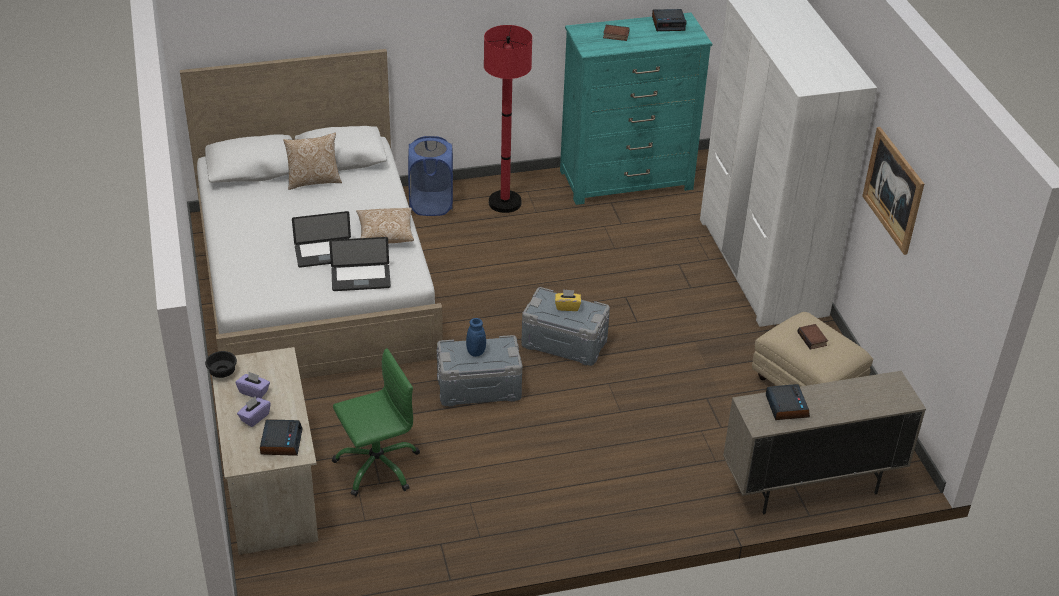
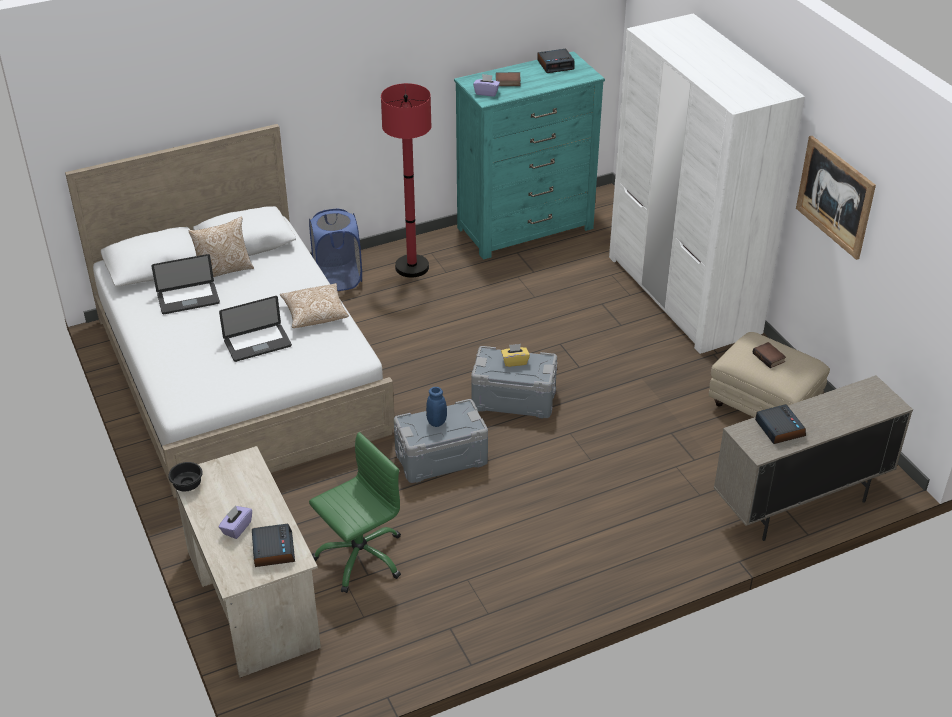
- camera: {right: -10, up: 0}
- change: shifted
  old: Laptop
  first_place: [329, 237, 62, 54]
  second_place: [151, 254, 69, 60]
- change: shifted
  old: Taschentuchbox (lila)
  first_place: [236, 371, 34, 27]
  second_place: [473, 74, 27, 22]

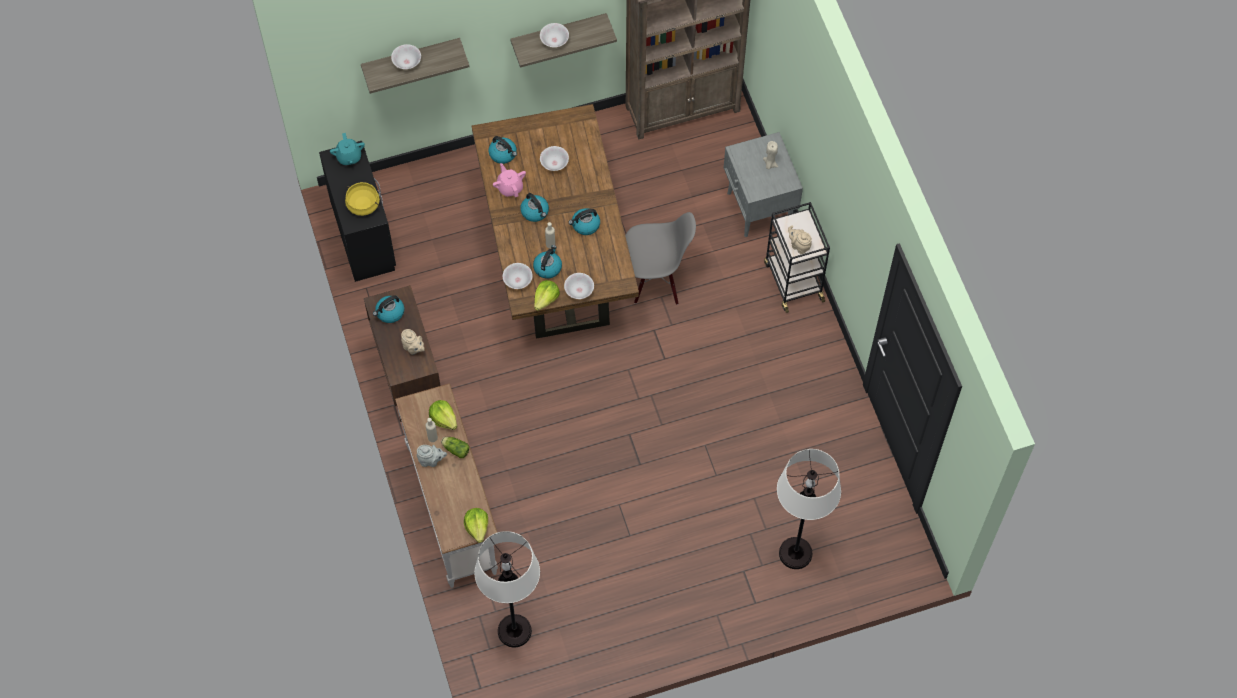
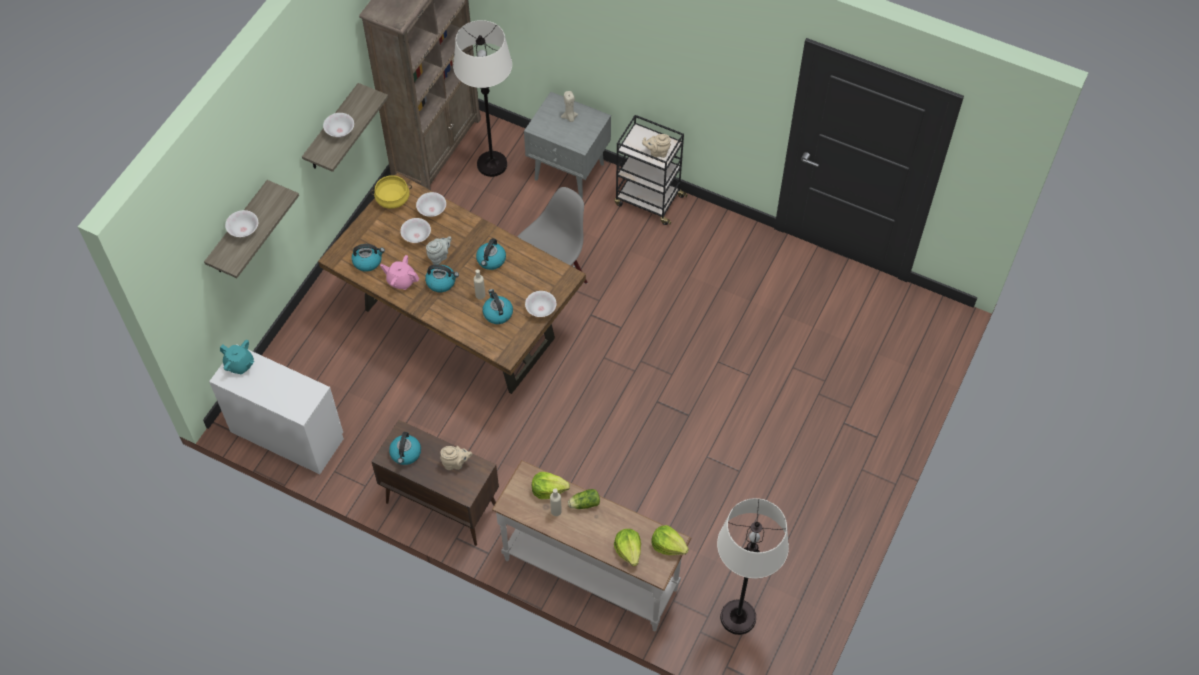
- camera: {right: -45, up: -5}
- change: repainted
  old: Kommode (schwarz)
  new: Kommode (weiß)
  first_place: [319, 141, 77, 141]
  second_place: [209, 344, 135, 130]
- change: shifted
  old: Kochtopf (gelb)
  first_place: [345, 182, 35, 34]
  second_place: [370, 175, 42, 34]
- change: shifted
  old: Schüssel (weiß)
  first_place: [503, 263, 29, 26]
  second_place: [416, 192, 30, 25]
- change: shifted
  old: Salatkopf
  first_place: [534, 280, 26, 31]
  second_place: [614, 529, 27, 37]
- change: shifted
  old: Teekanne (grau)
  first_place: [417, 445, 30, 22]
  second_place: [426, 236, 26, 29]
- change: shifted
  old: Stehlampe (weiß)
  first_place: [777, 449, 64, 120]
  second_place: [453, 20, 59, 157]

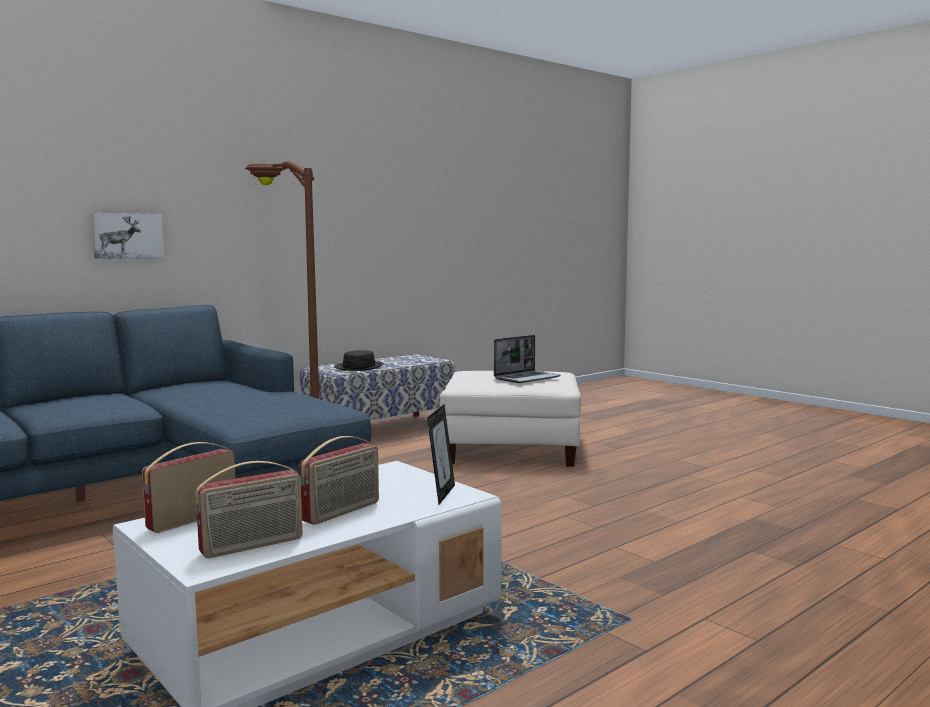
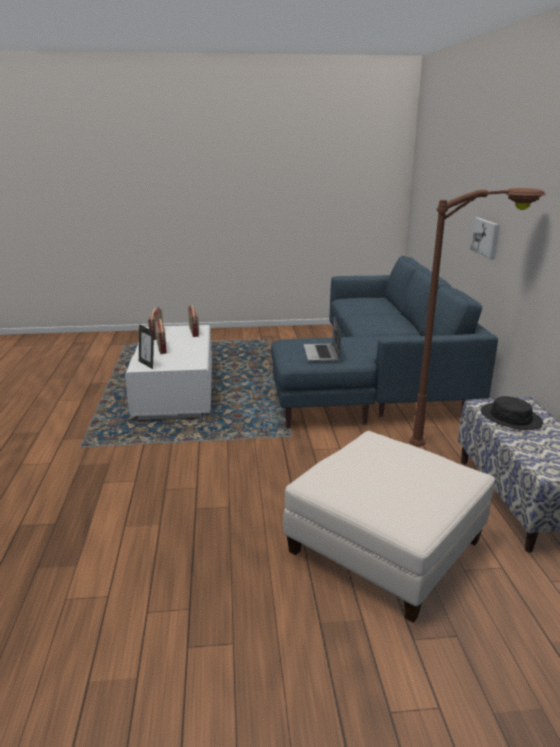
- camera: {right: 125, up: 15}
- change: shifted
  old: Laptop
  first_place: [494, 335, 67, 48]
  second_place: [303, 317, 38, 45]

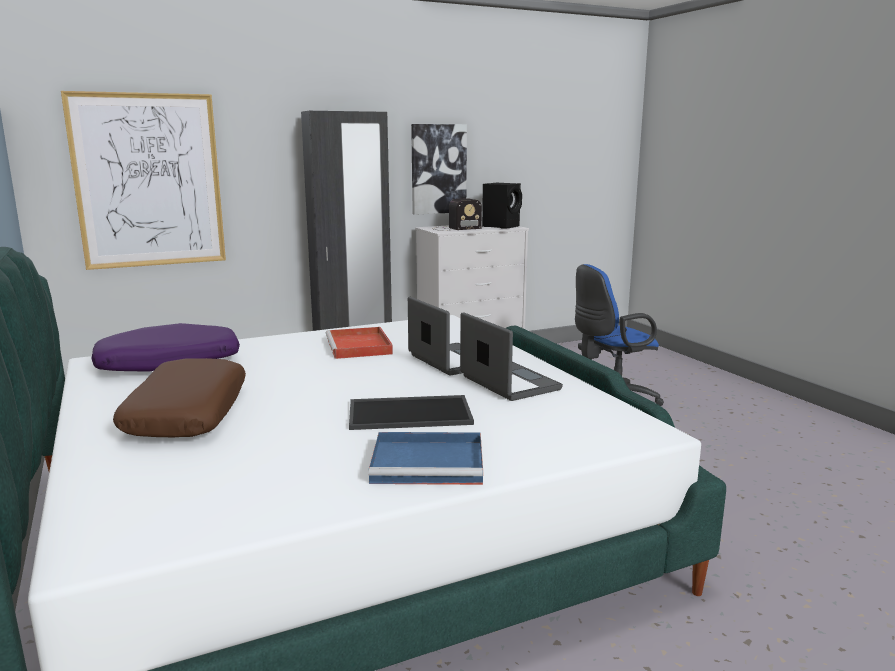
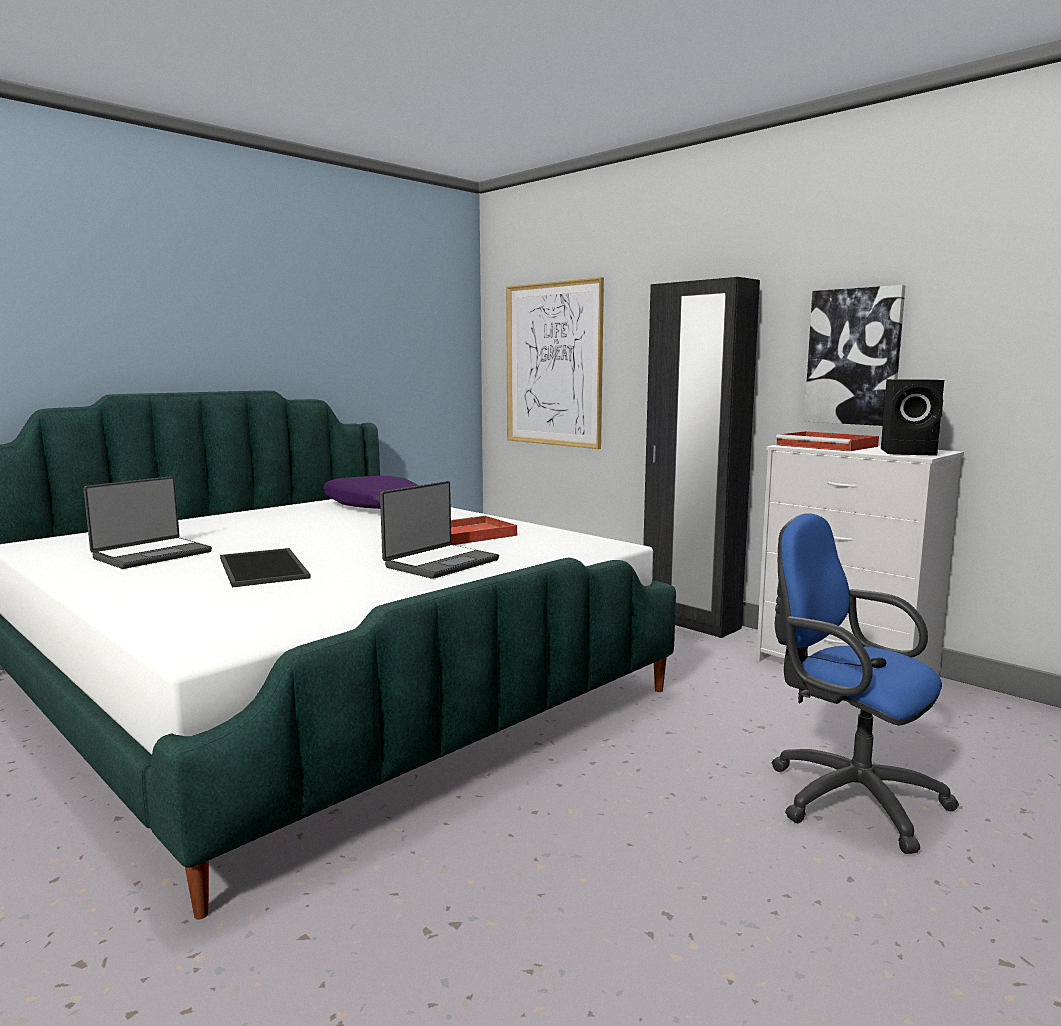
- camera: {right: 70, up: -5}
- change: swapped
  old: Radio
  new: Tablett (rot)
  first_place: [432, 198, 50, 33]
  second_place: [776, 431, 103, 20]
- change: shifted
  old: Laptop
  first_place: [460, 312, 103, 89]
  second_place: [83, 476, 129, 93]
- change: gone
  old: Kissen (braun)
  first_place: [113, 358, 133, 79]
- change: gone
  old: Tablett (blau)
  first_place: [369, 432, 114, 53]

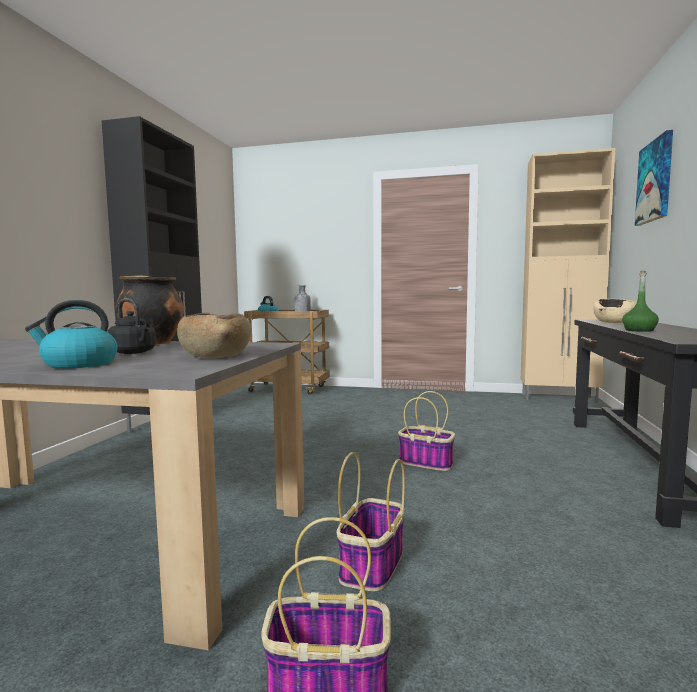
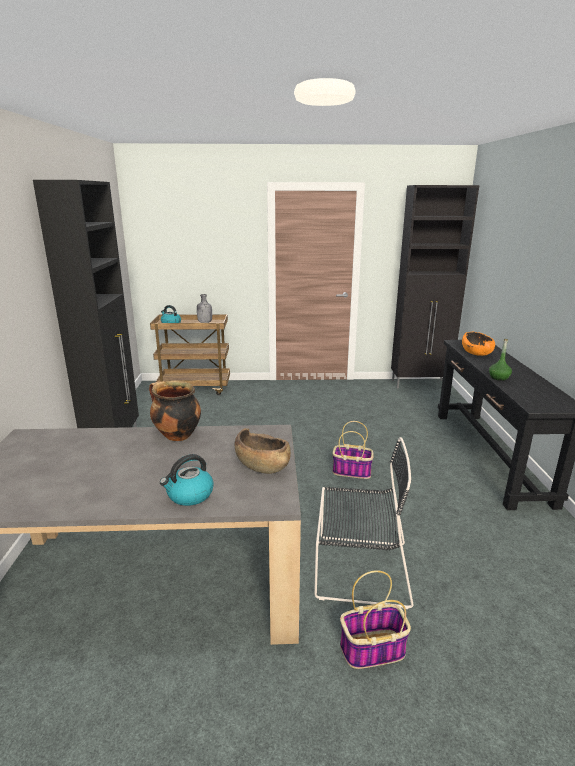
- camera: {right: -15, up: 15}
- change: gone
  old: Bild
  first_place: [635, 130, 38, 96]
- change: repainted
  old: Schrank (beige)
  new: Schrank (schwarz)
  first_place: [521, 148, 94, 255]
  second_place: [391, 185, 88, 203]
- change: gone
  old: Wasserkessel (schwarz)
  first_place: [108, 299, 48, 55]
- change: repainted
  old: Schüssel (beige)
  new: Schüssel (orange)
  first_place: [593, 299, 44, 24]
  second_place: [462, 332, 33, 24]
- change: swapped
  old: Korb
  new: Stuhl (schwarz)
  first_place: [336, 452, 69, 139]
  second_place: [314, 437, 100, 172]

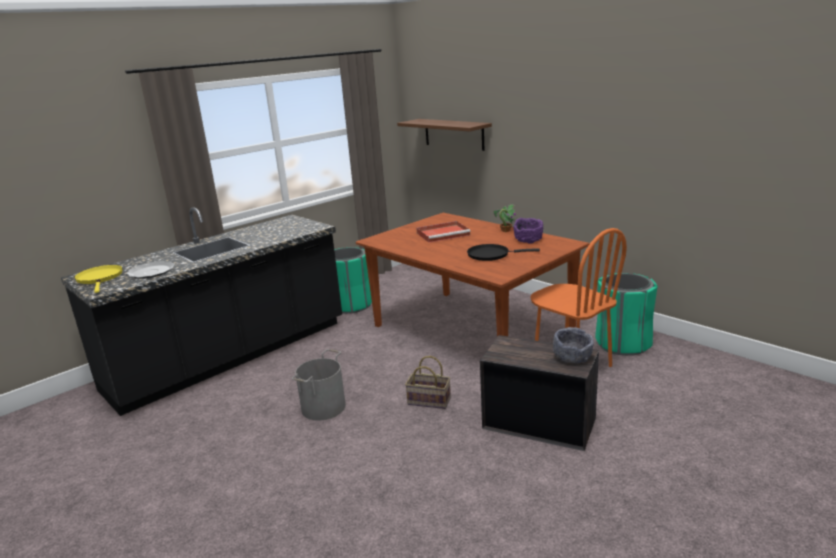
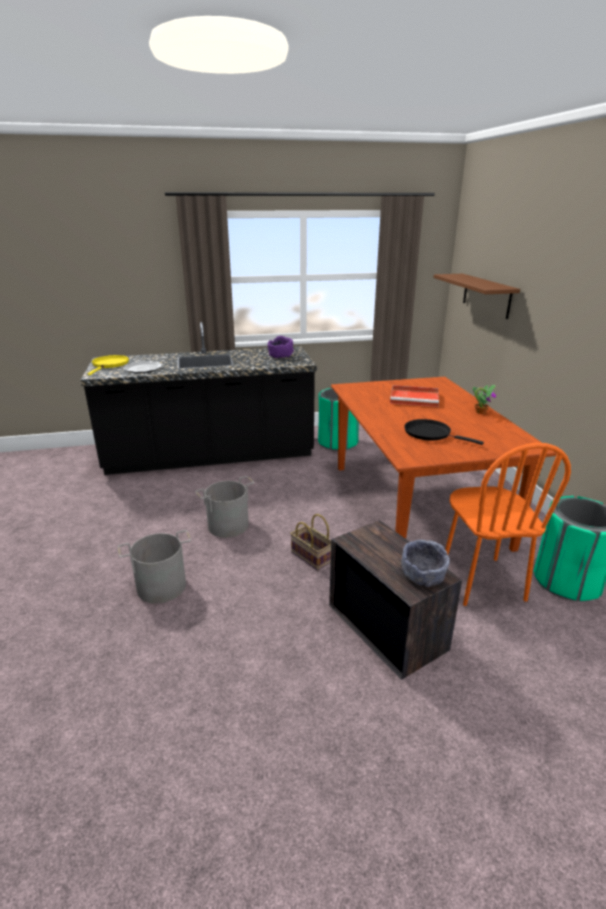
- camera: {right: 30, up: 5}
- change: shifted
  old: Schüssel (lila)
  first_place: [513, 218, 30, 25]
  second_place: [268, 336, 26, 22]
- change: new
  new: Eimer (grau)
  second_place: [118, 530, 73, 73]

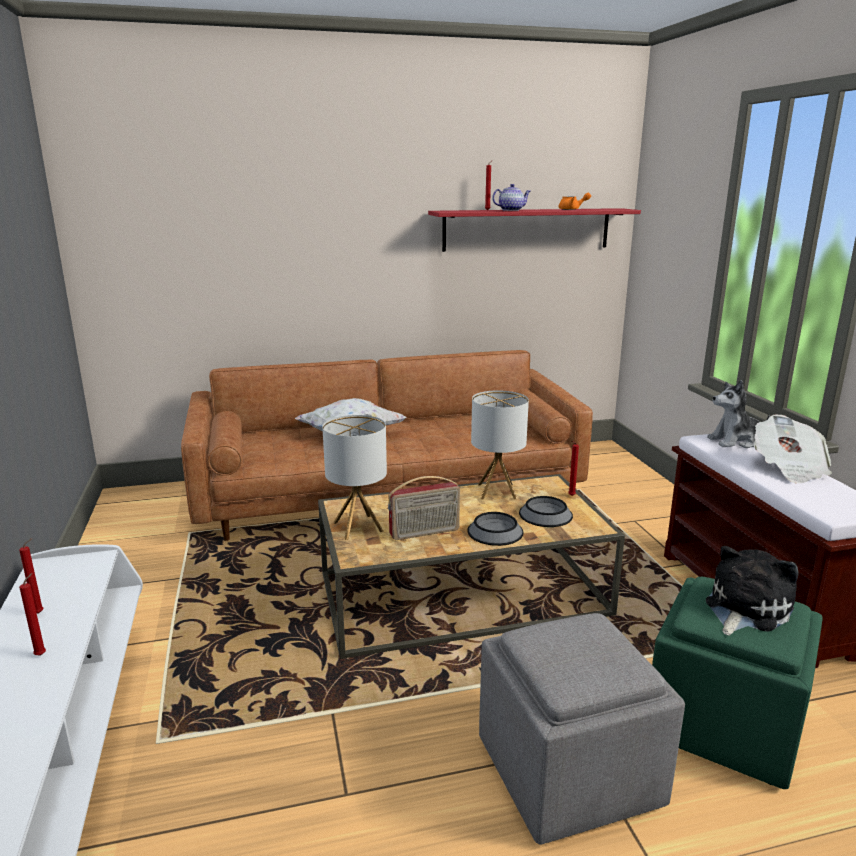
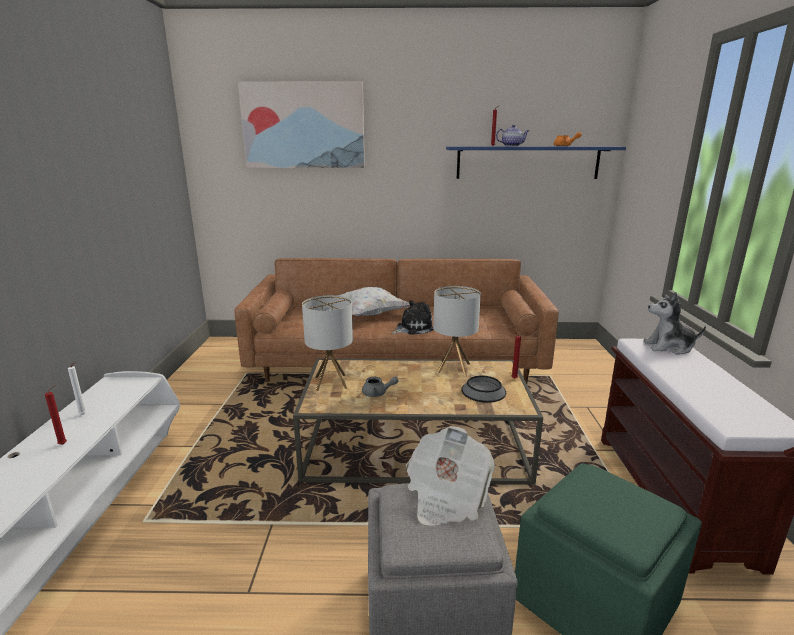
- camera: {right: 15, up: 0}
- change: repainted
  old: Wandregal (rot)
  new: Wandregal (blau)
  first_place: [428, 208, 213, 44]
  second_place: [446, 146, 180, 33]
- change: shifted
  old: Zeitung
  first_place: [754, 415, 78, 69]
  second_place: [406, 426, 89, 100]
- change: swapped
  old: Radio
  new: Teekanne (grau)
  first_place: [388, 476, 72, 64]
  second_place: [362, 377, 37, 20]
- change: gone
  old: Schüssel
  first_place: [467, 512, 57, 34]
- change: repainted
  old: Kerze (rot)
  new: Kerze (weiß)
  first_place: [19, 538, 25, 76]
  second_place: [68, 361, 19, 54]
- change: shifted
  old: Plüschtier
  first_place: [706, 546, 93, 90]
  second_place: [392, 300, 42, 35]
- change: new
  new: Bild
  second_place: [238, 81, 127, 87]

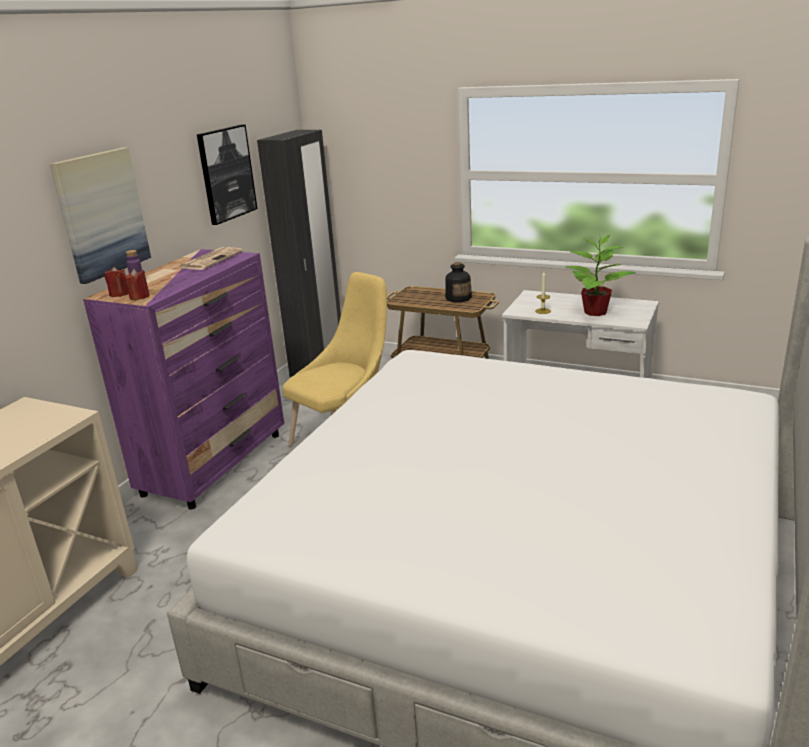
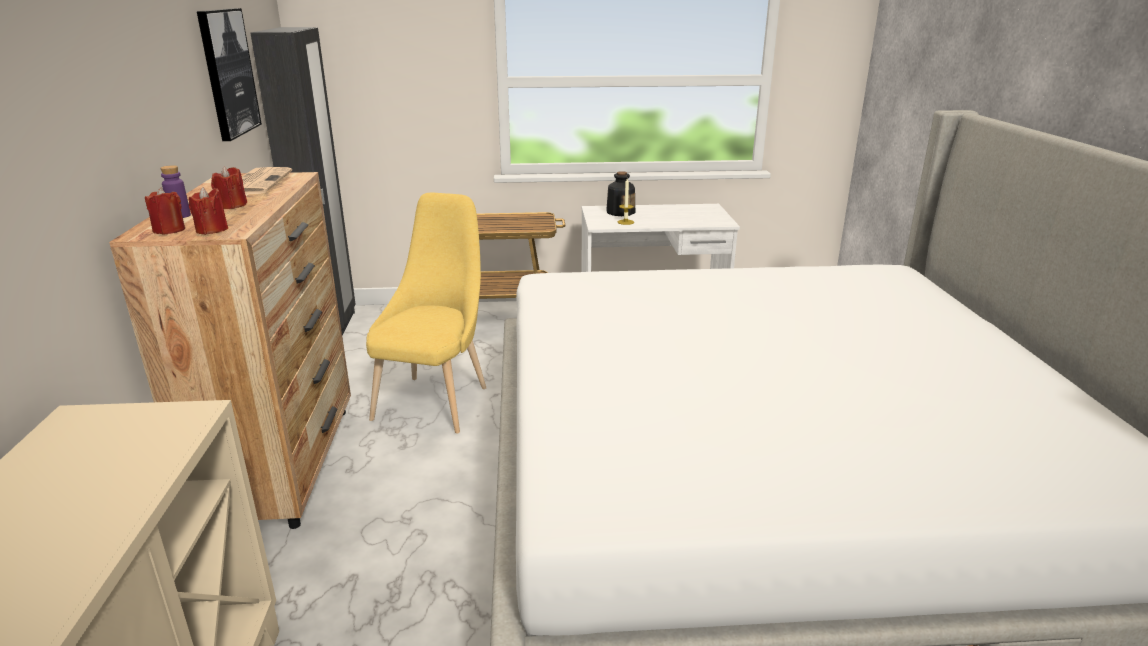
- camera: {right: -30, up: 0}
- change: gone
  old: Bild
  first_place: [50, 147, 101, 137]
- change: gone
  old: Topfpflanze
  first_place: [565, 235, 71, 81]
- change: repainted
  old: Kommode (lila)
  new: Kommode (braun)
  first_place: [83, 249, 201, 261]
  second_place: [109, 172, 242, 357]
- change: shifted
  old: Flasche
  first_place: [445, 262, 27, 40]
  second_place: [606, 171, 29, 45]
- change: new
  new: Kerze (rot)
  second_place: [211, 167, 36, 42]

